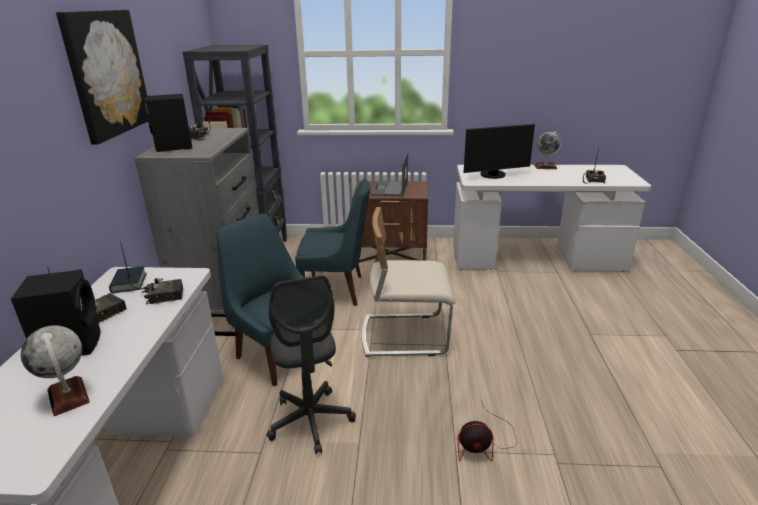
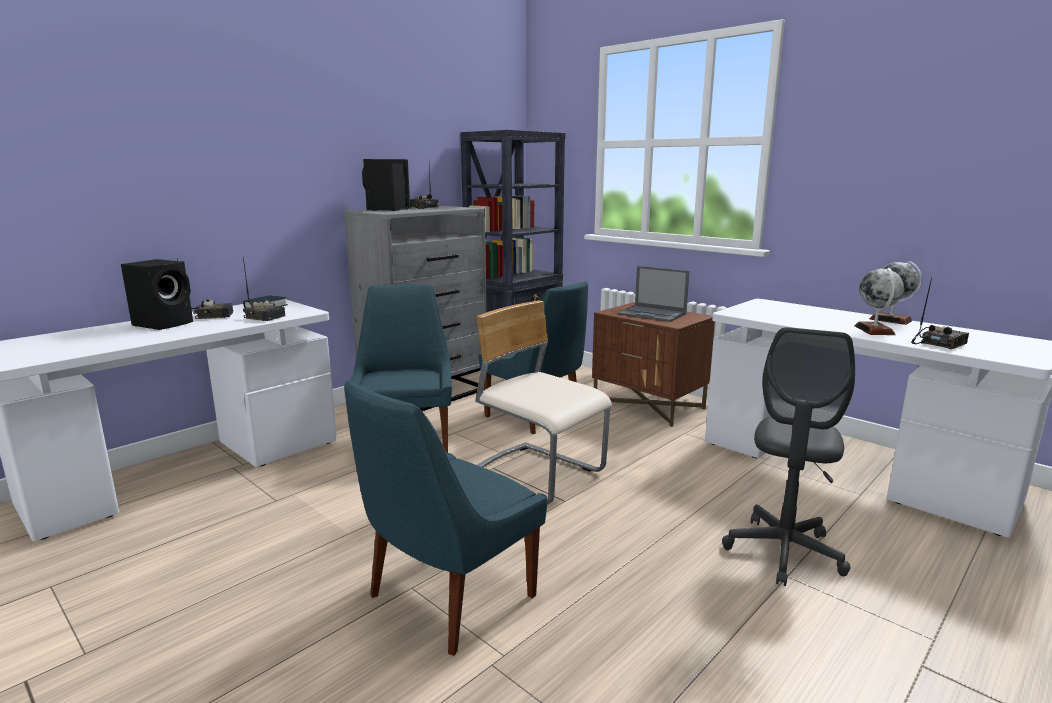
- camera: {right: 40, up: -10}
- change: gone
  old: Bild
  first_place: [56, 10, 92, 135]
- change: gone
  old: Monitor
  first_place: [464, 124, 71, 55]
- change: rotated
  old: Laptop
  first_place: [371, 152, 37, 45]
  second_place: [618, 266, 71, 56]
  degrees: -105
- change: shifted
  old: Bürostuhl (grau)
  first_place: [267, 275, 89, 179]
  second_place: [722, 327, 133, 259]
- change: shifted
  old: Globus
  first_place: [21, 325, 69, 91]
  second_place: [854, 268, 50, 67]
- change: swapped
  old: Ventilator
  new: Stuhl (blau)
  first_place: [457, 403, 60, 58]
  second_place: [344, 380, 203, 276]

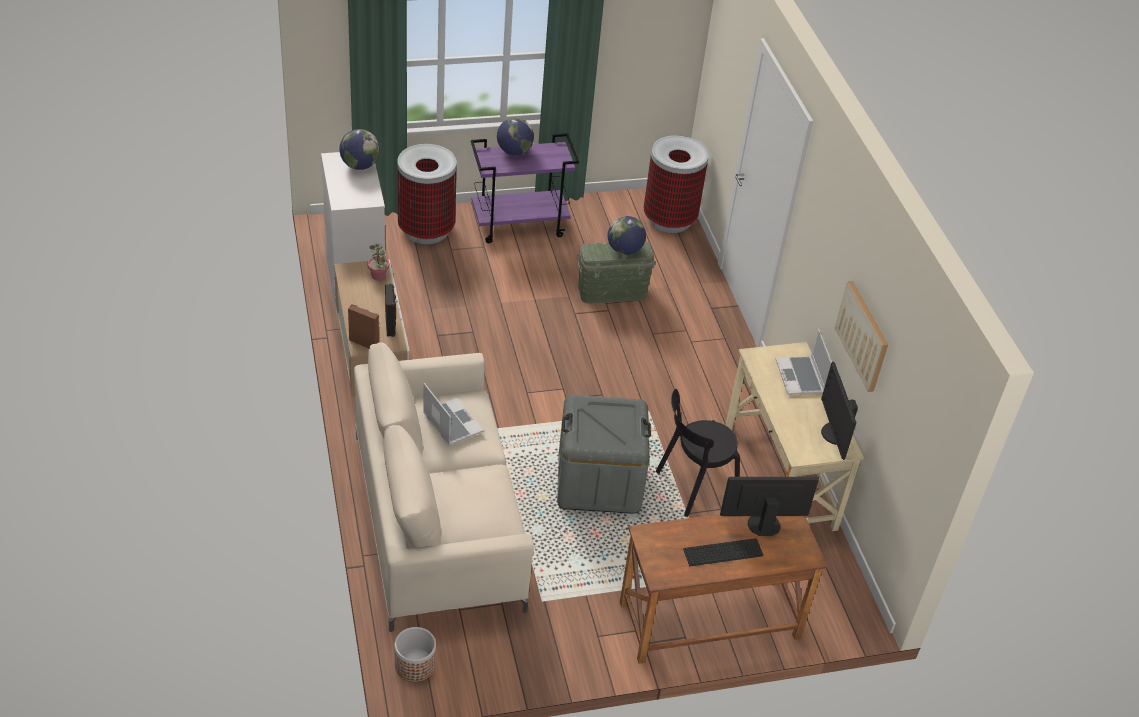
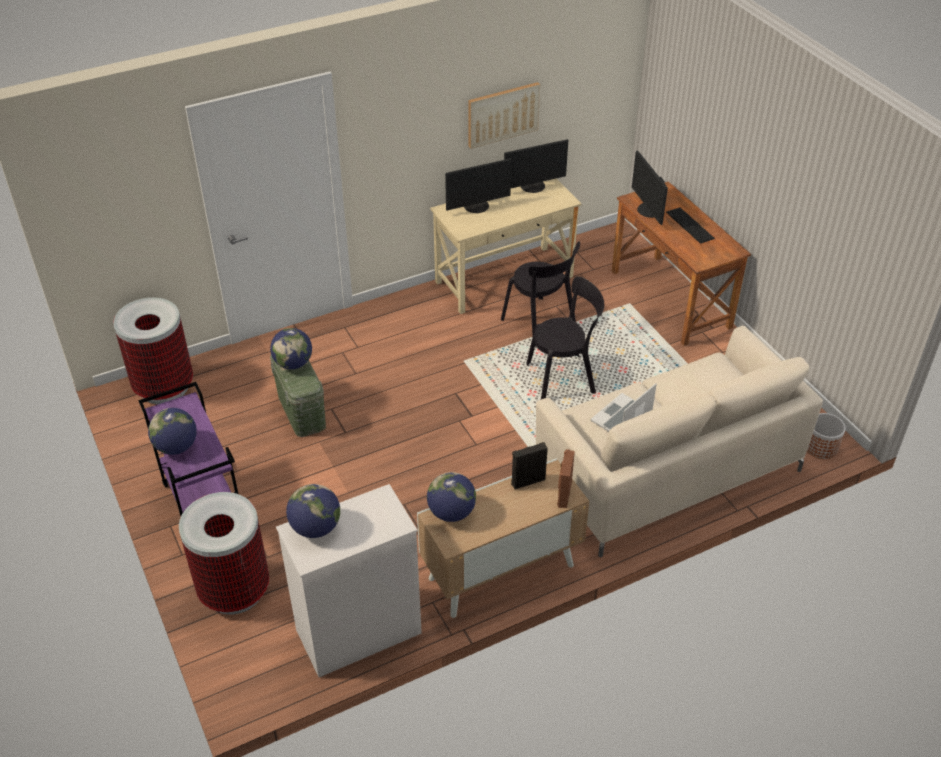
- camera: {right: -100, up: 0}
- change: swapped
  old: Topfpflanze
  new: Globus
  first_place: [367, 243, 22, 38]
  second_place: [427, 472, 49, 50]
- change: swapped
  old: Laptop
  new: Monitor
  first_place: [775, 329, 57, 66]
  second_place: [445, 158, 66, 55]
- change: swapped
  old: Aufbewahrungsbox (grau)
  new: Stuhl (schwarz)
  first_place: [557, 395, 94, 119]
  second_place: [526, 276, 78, 123]

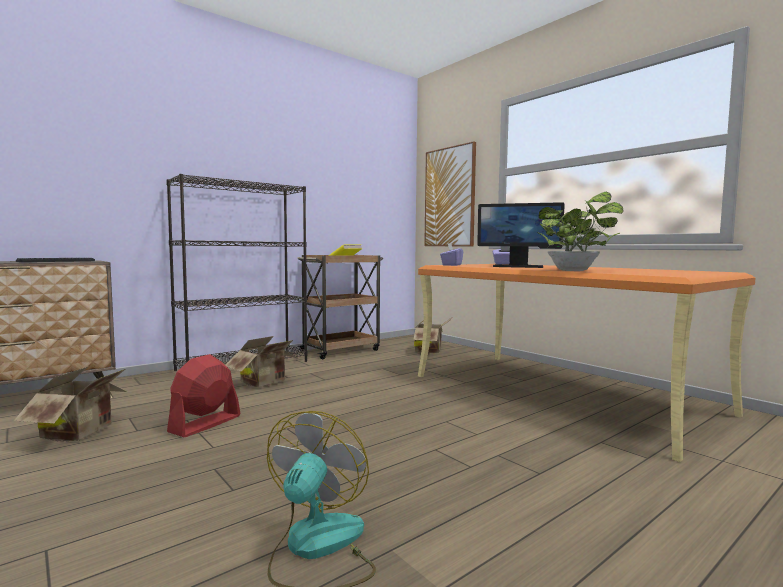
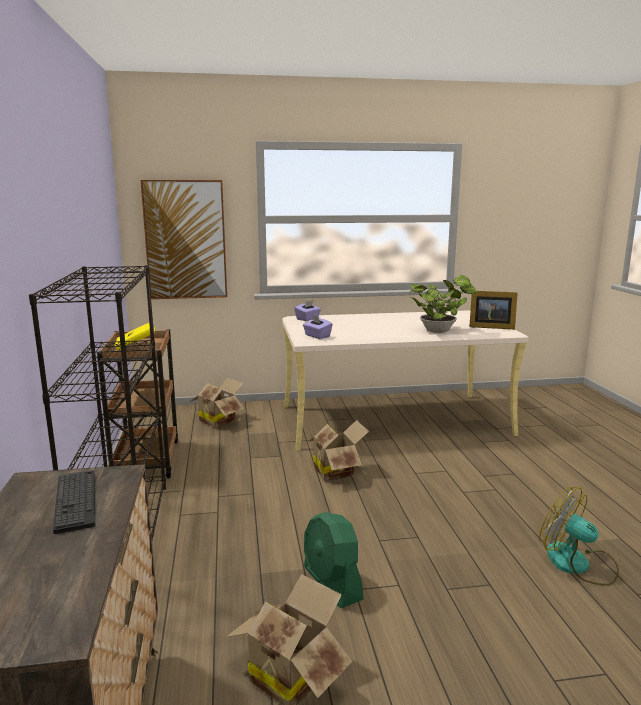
- camera: {right: -60, up: 10}
- change: gone
  old: Monitor
  first_place: [477, 202, 88, 66]
- change: repainted
  old: Schreibtisch (orange)
  new: Schreibtisch (beige)
  first_place: [418, 264, 337, 198]
  second_place: [282, 310, 247, 141]
- change: shifted
  old: Karton
  first_place: [225, 336, 74, 51]
  second_place: [308, 420, 61, 60]
- change: repainted
  old: Ventilator (rot)
  new: Ventilator (grün)
  first_place: [167, 354, 73, 83]
  second_place: [304, 512, 60, 96]
- change: new
  new: Bilderrahmen
  second_place: [469, 291, 49, 38]

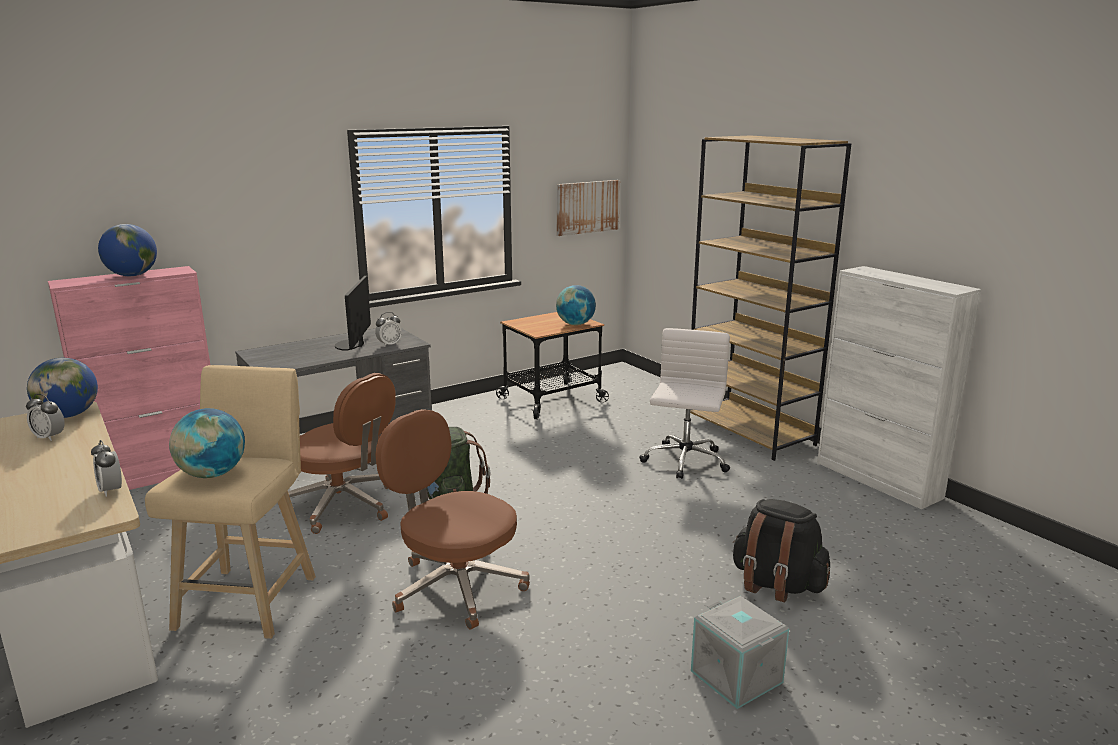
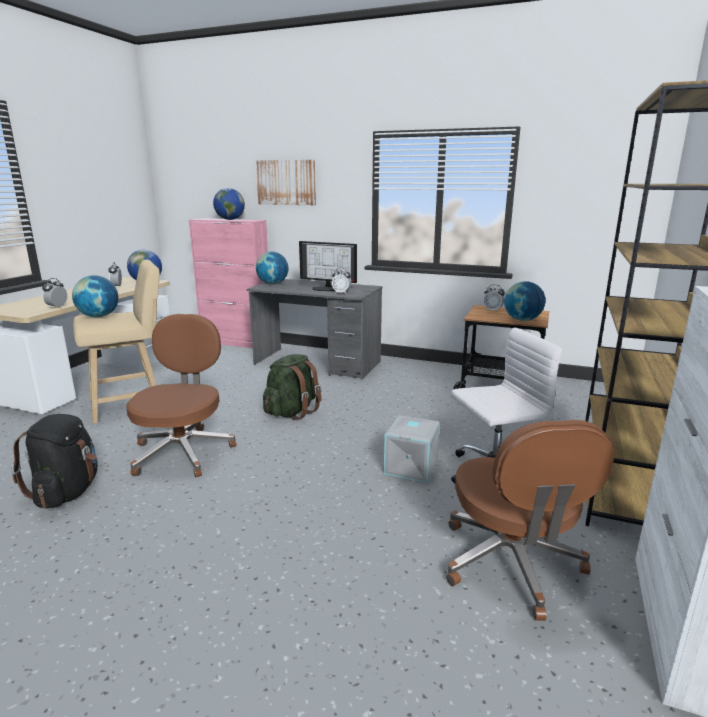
- camera: {right: 55, up: 0}
- change: shifted
  old: Bild
  first_place: [557, 180, 63, 56]
  second_place: [256, 160, 60, 45]
- change: rotated
  old: Monitor
  first_place: [335, 276, 36, 75]
  second_place: [299, 241, 58, 50]
  degrees: -120
- change: shifted
  old: Bürostuhl (braun)
  first_place: [288, 373, 108, 161]
  second_place: [446, 420, 168, 201]
- change: shifted
  old: Rucksack (schwarz)
  first_place: [733, 499, 97, 103]
  second_place: [12, 414, 86, 95]
- change: shifted
  old: Aufbewahrungsbox (grau)
  first_place: [691, 596, 98, 113]
  second_place: [384, 415, 56, 68]
- change: new
  new: Globus
  second_place: [256, 252, 32, 32]
- change: new
  new: Wecker
  second_place: [483, 285, 22, 27]

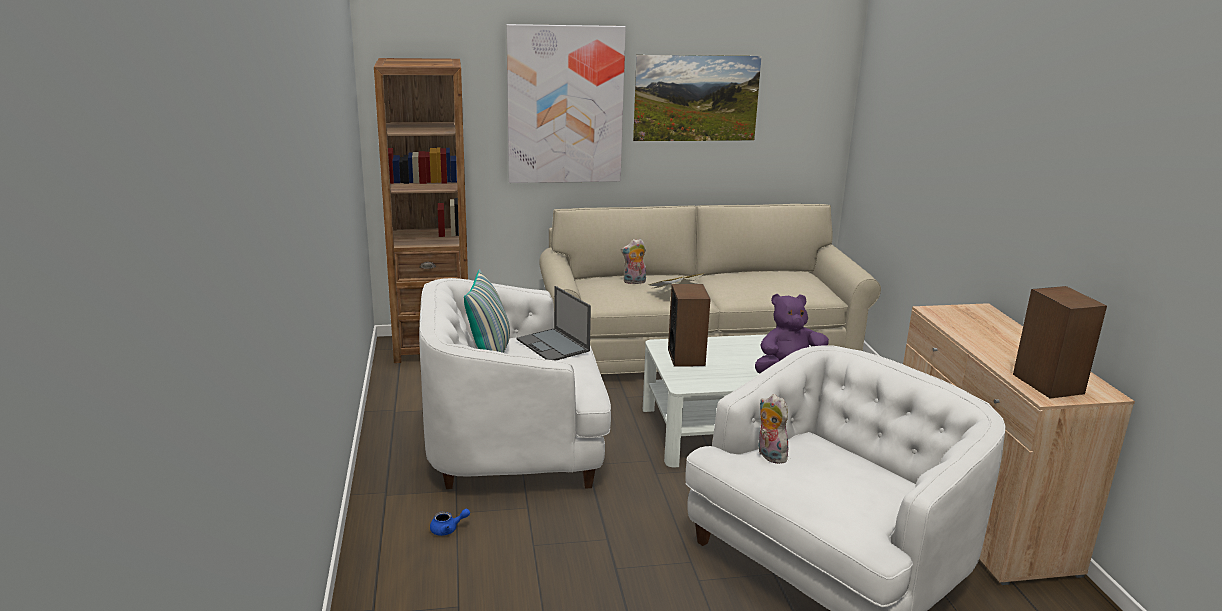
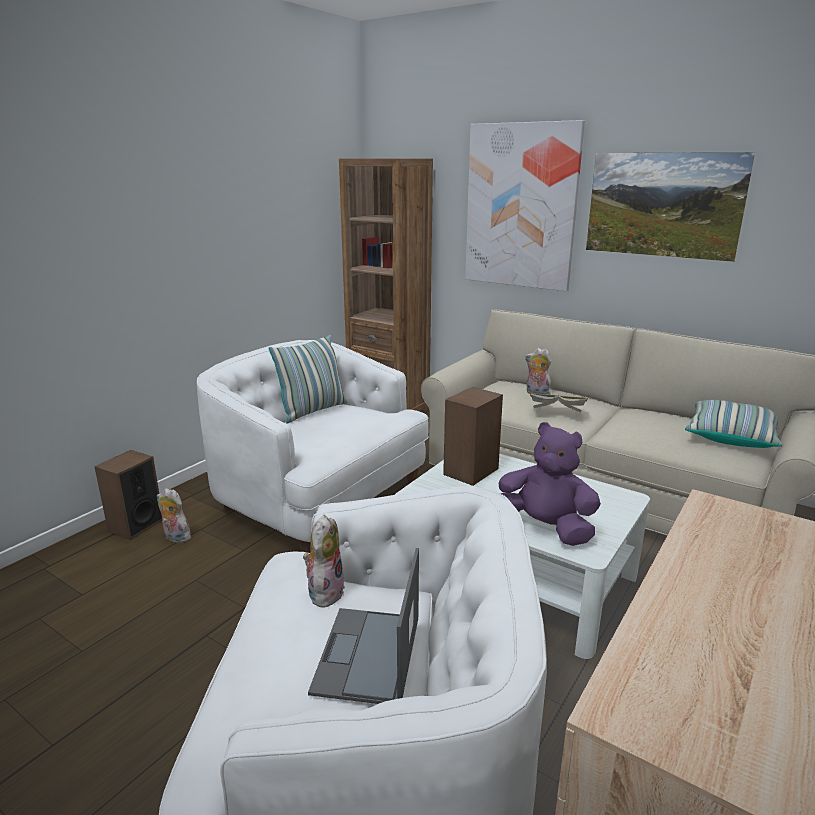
- camera: {right: 45, up: 0}
- change: shifted
  old: Laptop
  first_place: [517, 286, 74, 74]
  second_place: [308, 548, 111, 156]
- change: shifted
  old: Lautsprecher
  first_place: [1013, 286, 94, 113]
  second_place: [94, 450, 68, 90]
- change: swapped
  old: Teekanne (blau)
  new: Plüschtier
  first_place: [430, 509, 40, 27]
  second_place: [157, 488, 34, 55]
- change: new
  new: Kissen
  second_place: [685, 400, 97, 48]

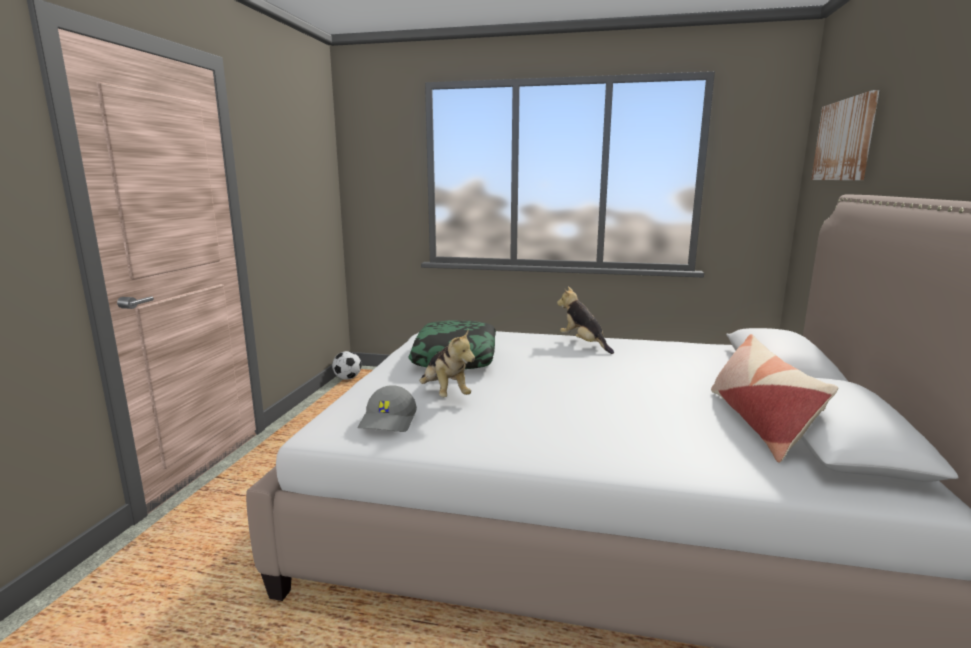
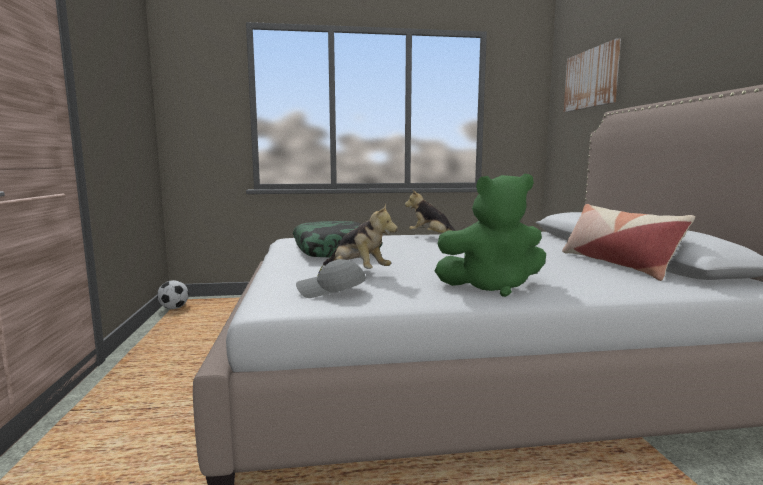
- camera: {right: -20, up: -5}
- change: rotated
  old: Kappe (grau)
  first_place: [358, 385, 59, 47]
  second_place: [296, 259, 70, 39]
  degrees: 105
- change: new
  new: Plüschtier (grün)
  second_place: [435, 174, 111, 123]

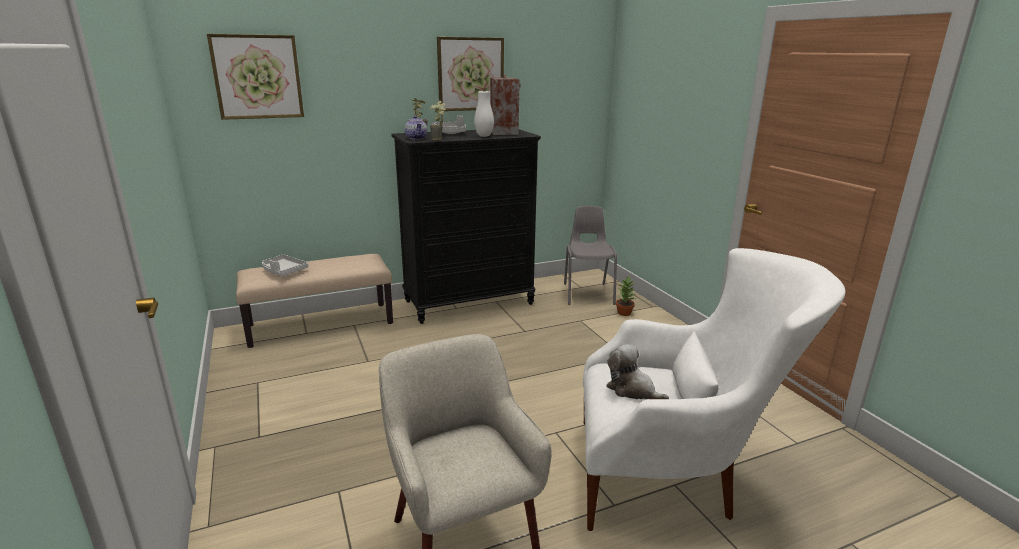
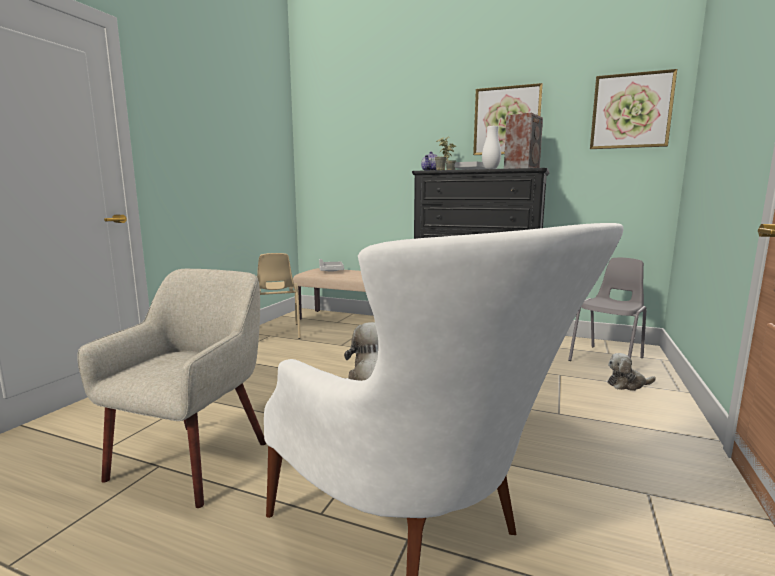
- camera: {right: 45, up: -10}
- change: shifted
  old: Bild
  first_place: [207, 34, 97, 86]
  second_place: [590, 69, 87, 80]
- change: swapped
  old: Topfpflanze
  new: Plüschtier
  first_place: [616, 275, 20, 41]
  second_place: [608, 353, 48, 38]
- change: new
  new: Stuhl (beige)
  second_place: [257, 253, 44, 86]

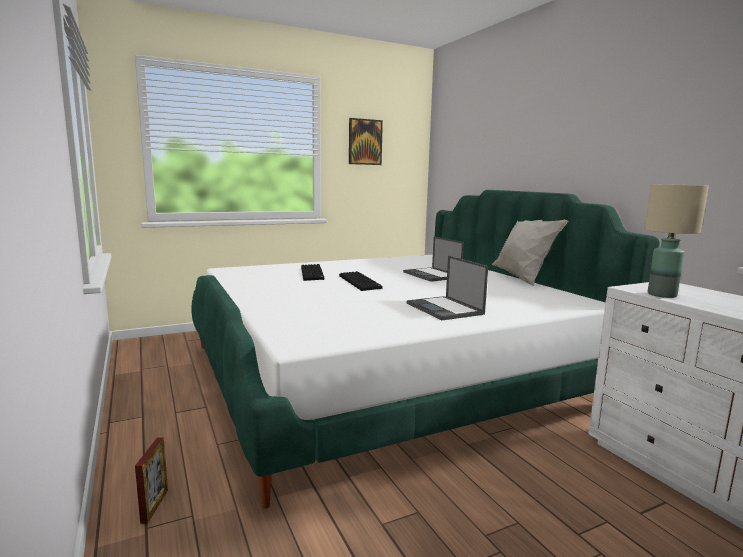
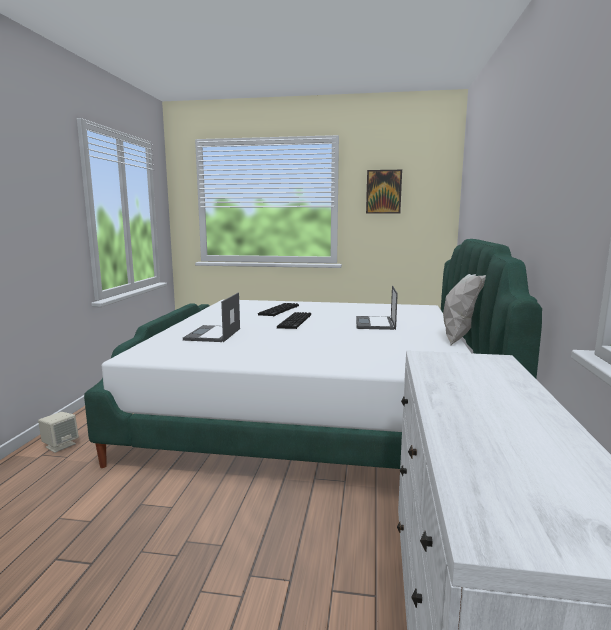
- camera: {right: 35, up: 0}
- change: gone
  old: Tischlampe (beige)
  first_place: [645, 184, 64, 114]
- change: shifted
  old: Laptop
  first_place: [407, 256, 81, 64]
  second_place: [183, 293, 57, 49]
- change: swapped
  old: Bilderrahmen
  new: Lautsprecher (beige)
  first_place: [135, 437, 33, 87]
  second_place: [38, 412, 41, 41]

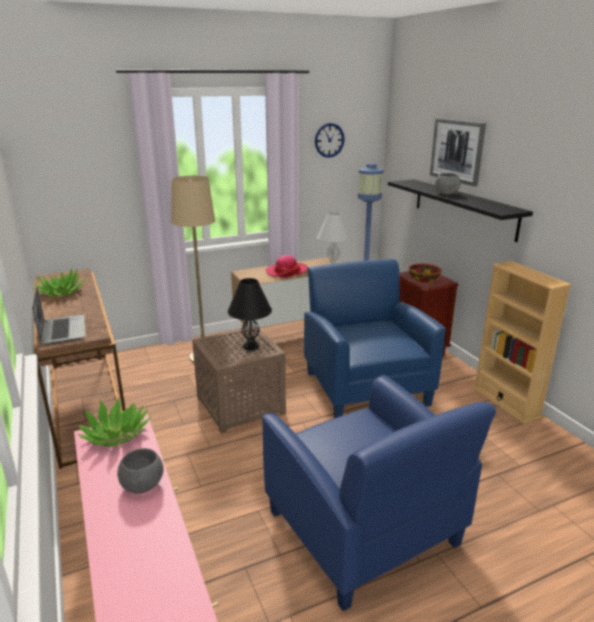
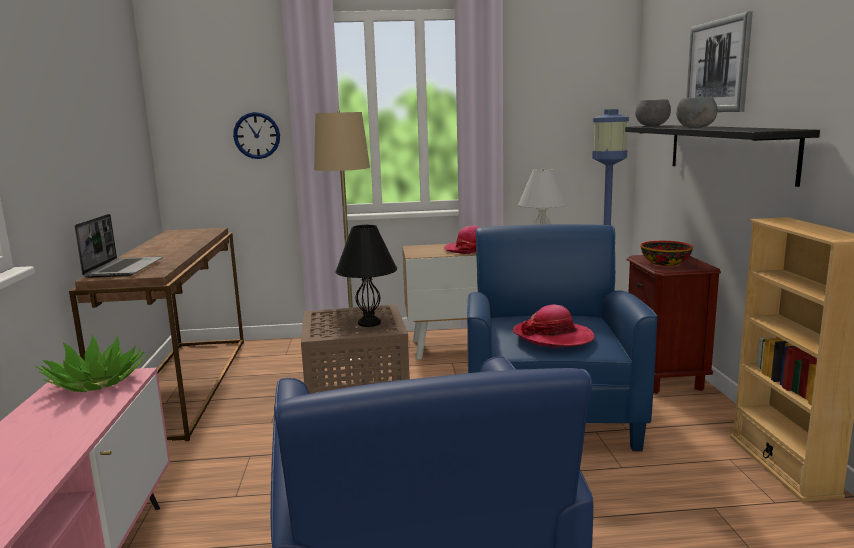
- camera: {right: 20, up: -10}
- change: shifted
  old: Wanduhr
  first_place: [315, 123, 30, 35]
  second_place: [233, 112, 47, 47]
- change: gone
  old: Topfpflanze
  first_place: [33, 268, 53, 29]
- change: shifted
  old: Schüssel (grau)
  first_place: [117, 448, 47, 45]
  second_place: [635, 99, 36, 27]
- change: new
  new: Hut
  second_place: [513, 304, 82, 44]

